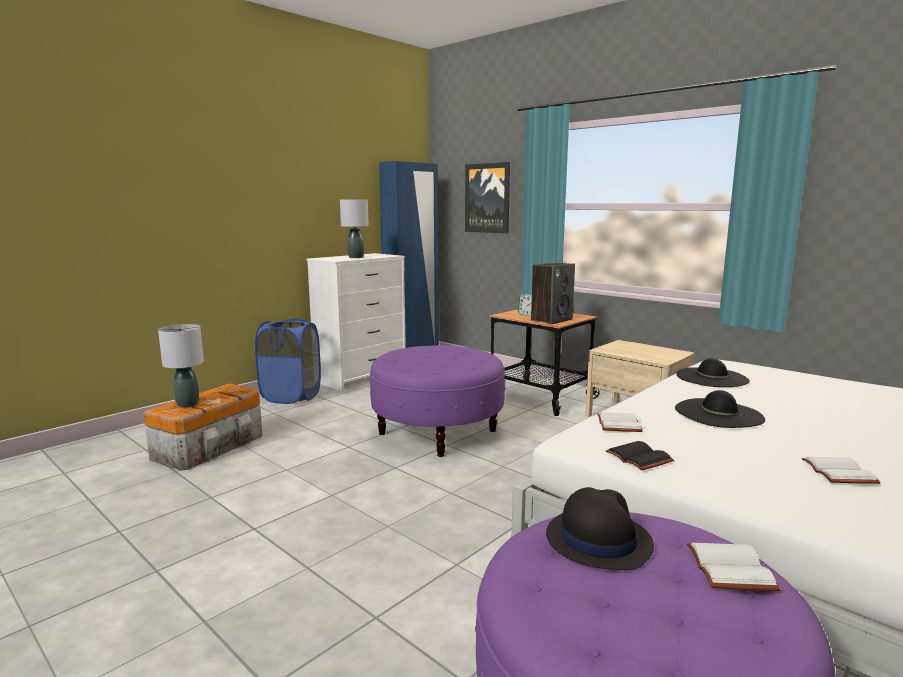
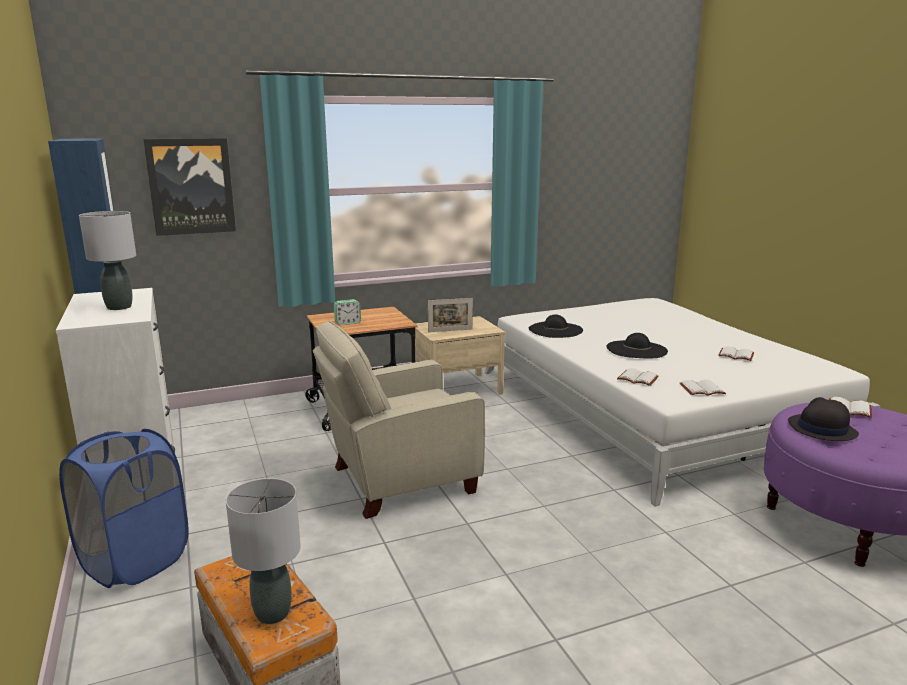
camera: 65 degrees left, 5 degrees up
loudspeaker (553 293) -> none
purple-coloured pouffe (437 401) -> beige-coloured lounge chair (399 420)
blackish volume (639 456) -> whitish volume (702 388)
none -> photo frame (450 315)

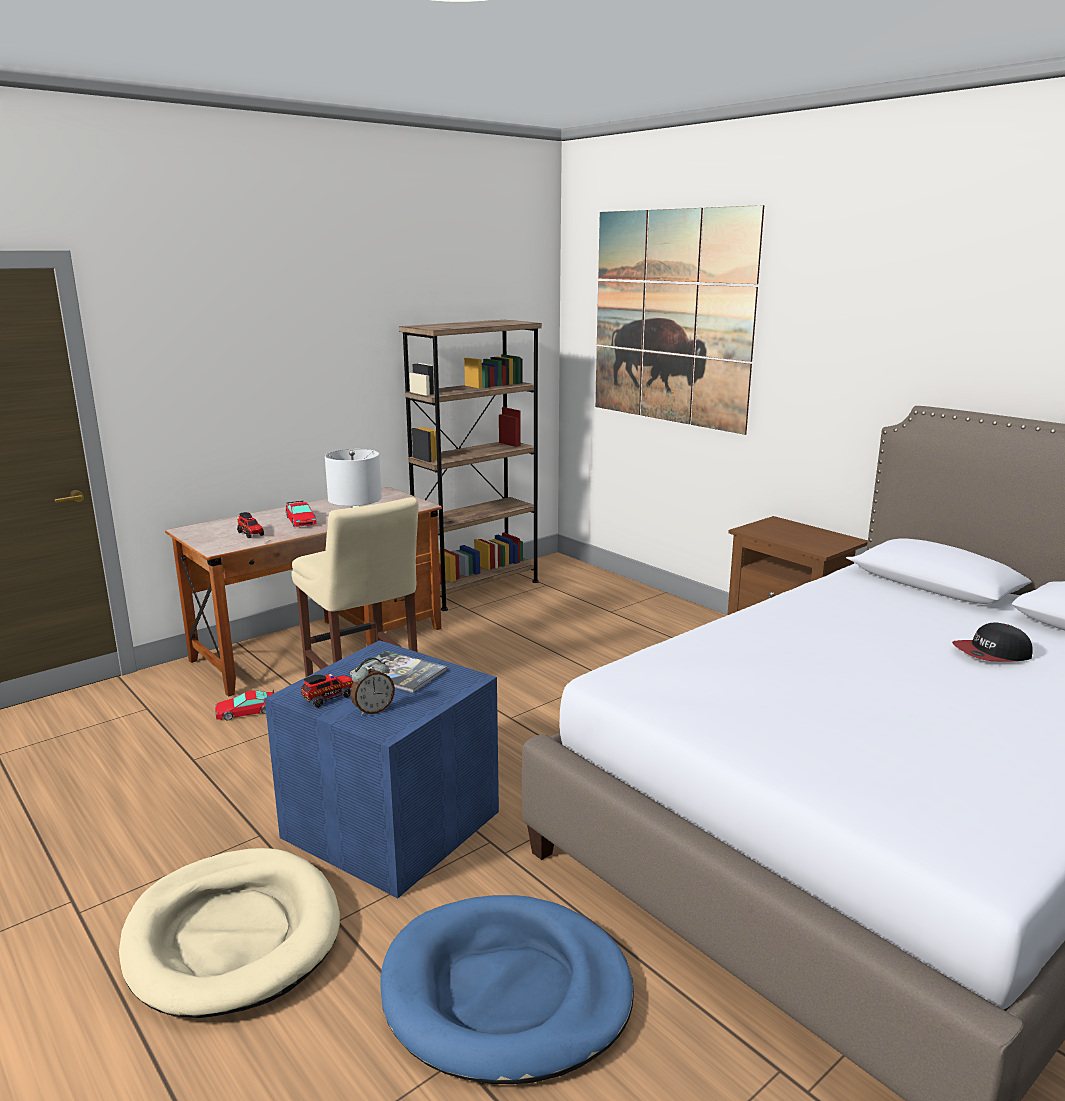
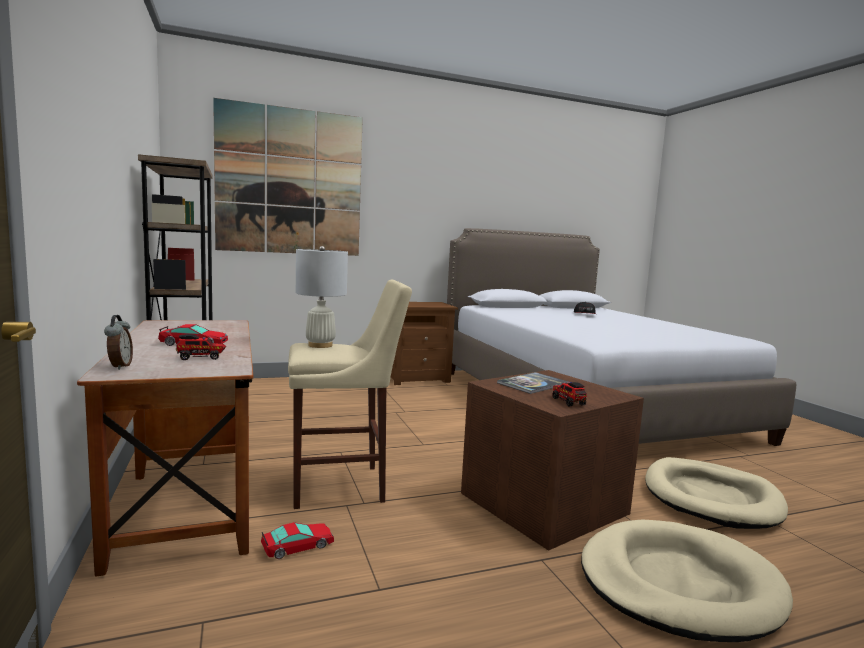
camera: 70 degrees left, 10 degrees down
blue-coloured storage bin (382 769) -> brownish storage bin (552 460)
table clock (372 686) -> table clock (118 342), moved
toy car (244 705) -> toy car (297 540), 120 degrees counterclockwise
blue-coloured dog bed (507 989) -> beige-coloured dog bed (716 493)

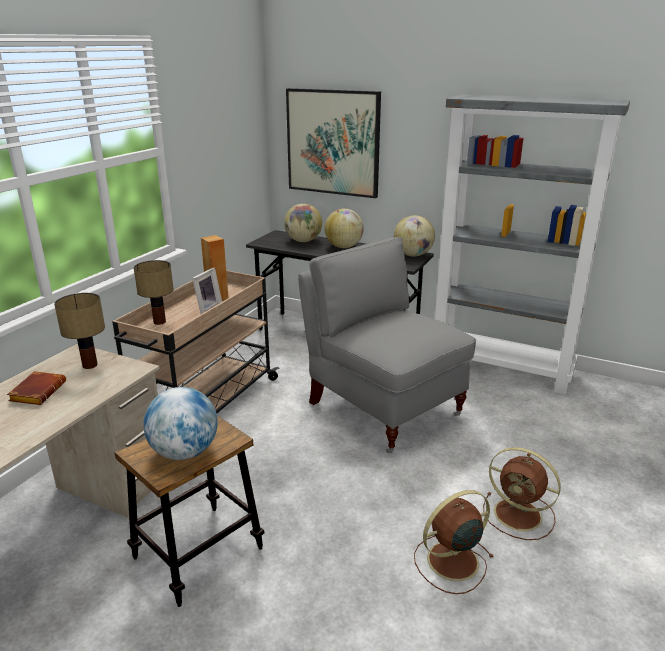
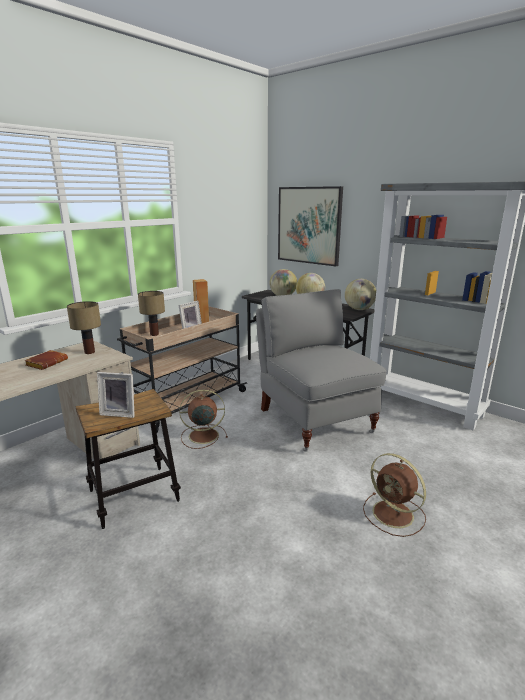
camera: 15 degrees right, 5 degrees down
desk globe (180 423) -> photo frame (116 395)
brownish cooling fan (454 542) -> brownish cooling fan (203 419), moved

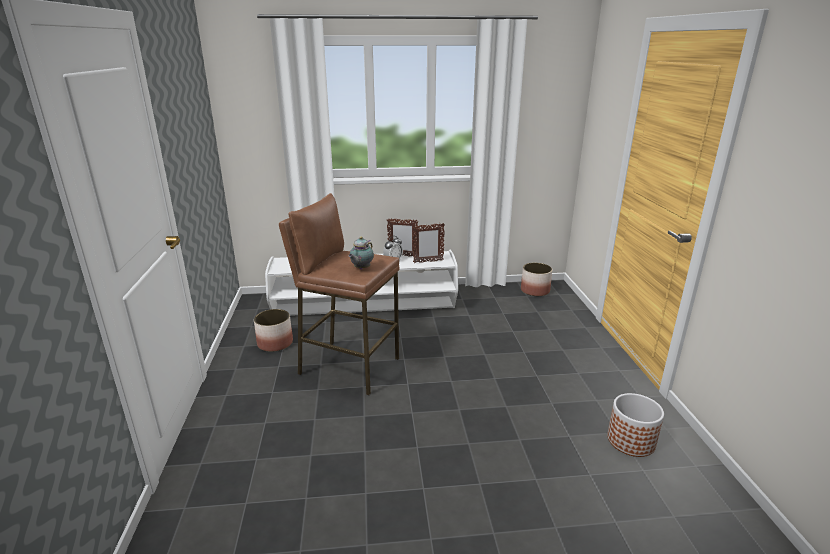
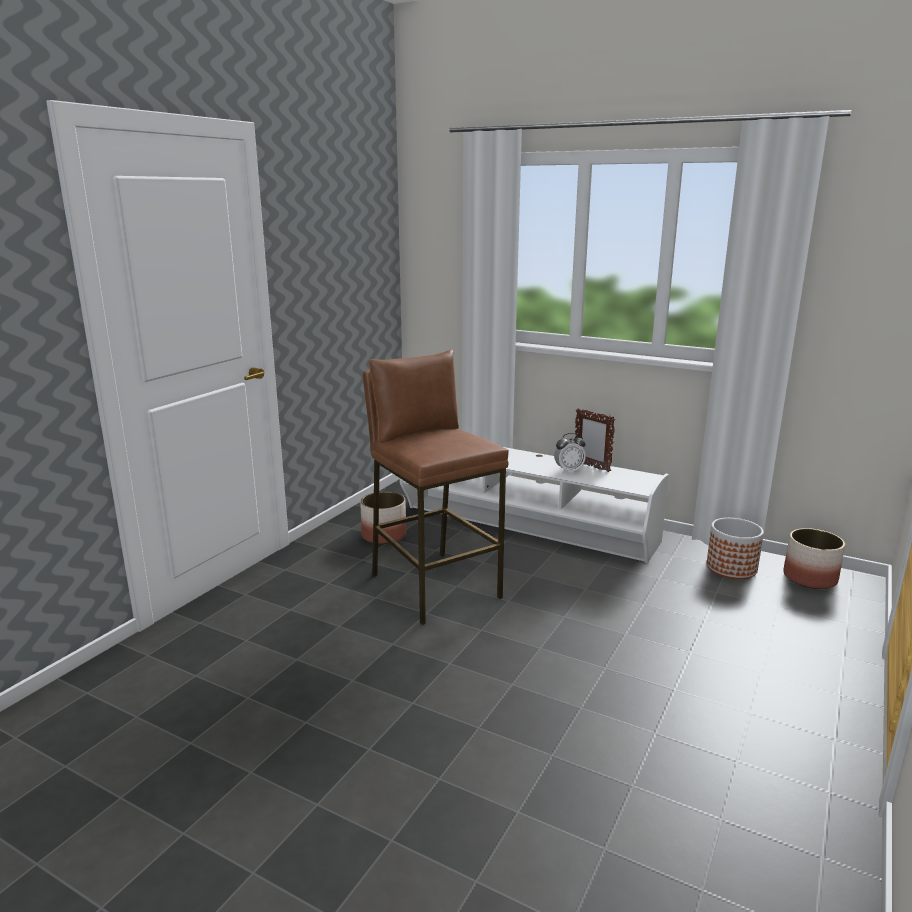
camera: 35 degrees right, 5 degrees down
photo frame (428 243) -> none
teapot (361 253) -> none
plant pot (635 425) -> plant pot (735 548), moved

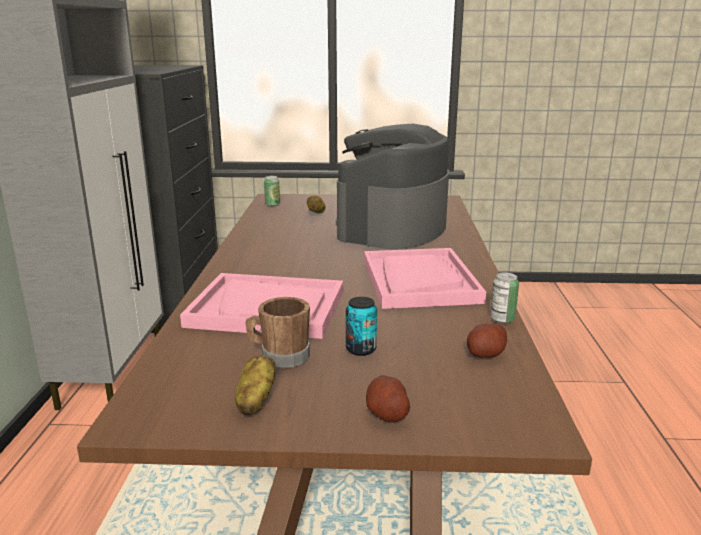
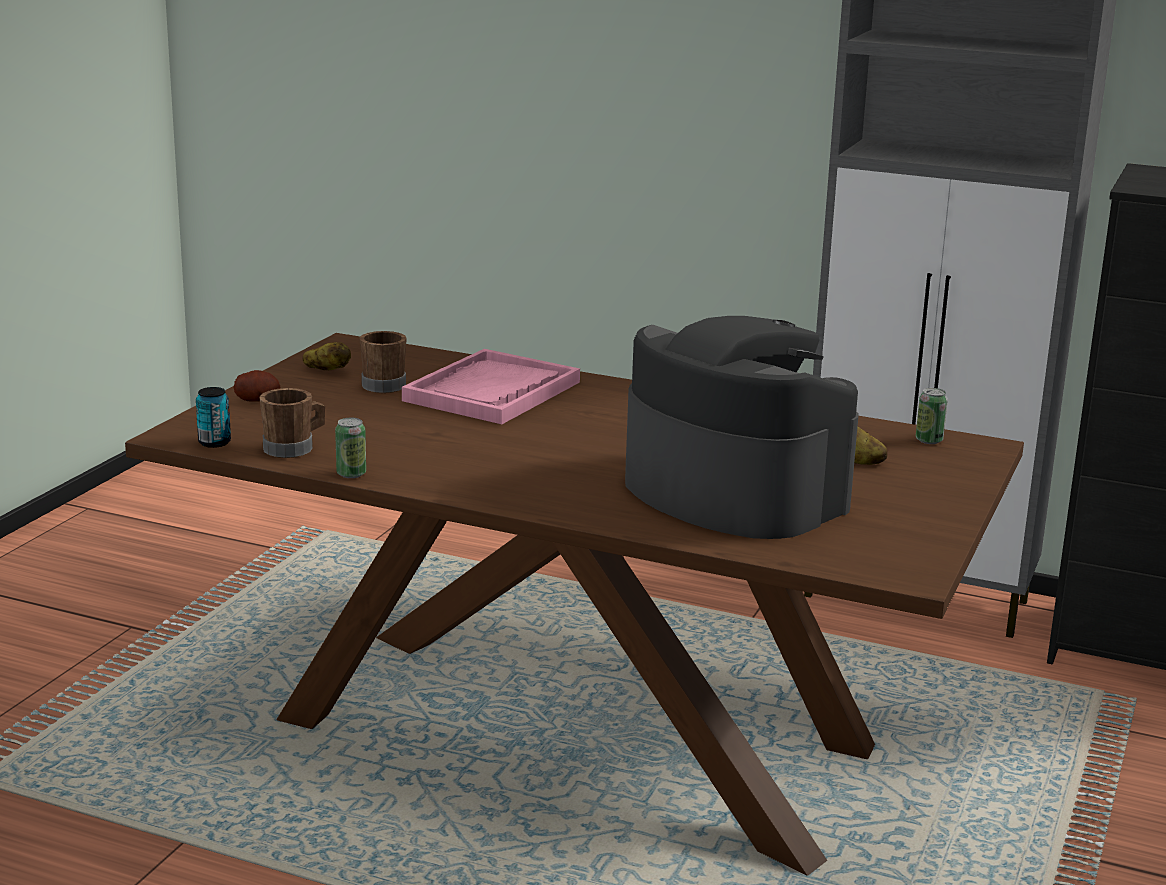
camera: 110 degrees right, 0 degrees up
pinkish serving tray (425 278) -> none
can (361 326) -> can (213 417), moved
potato (487 340) -> brownish tea mug (292 423)

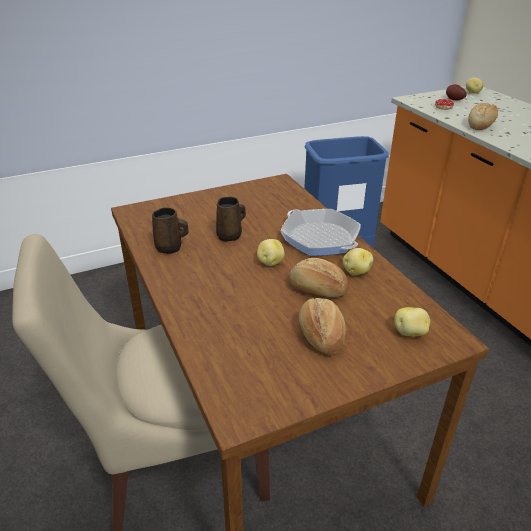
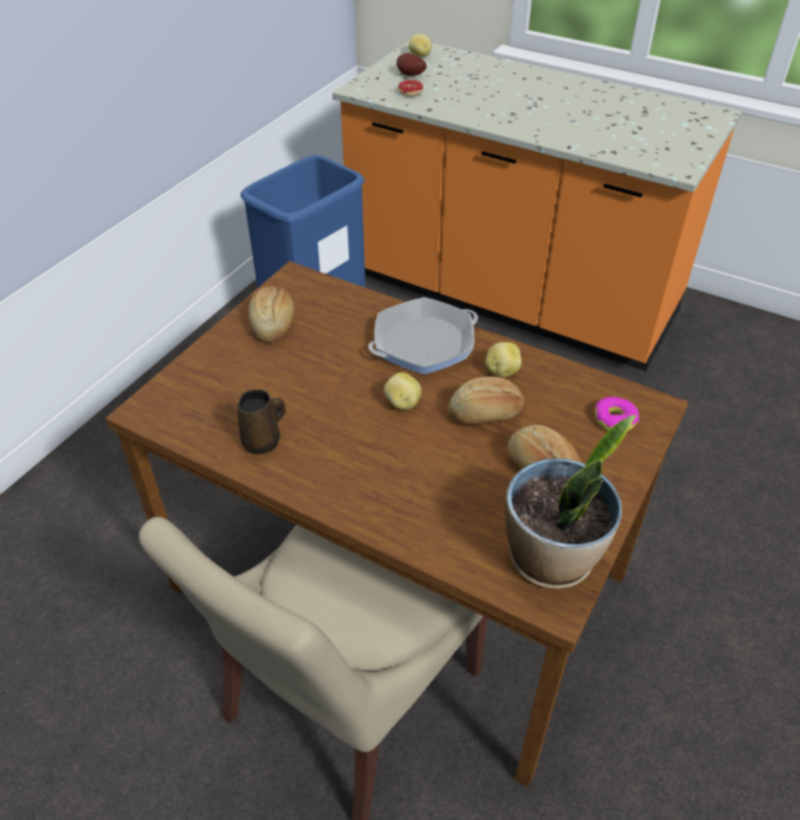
camera: 35 degrees left, 10 degrees up
bread (483 116) -> bread (271 314), moved
brownish tea mug (231 219) -> none
frying pan (321 232) -> frying pan (423 335), 45 degrees counterclockwise
potato (412 321) -> doughnut (617 414)
none -> houseplant (571 502)

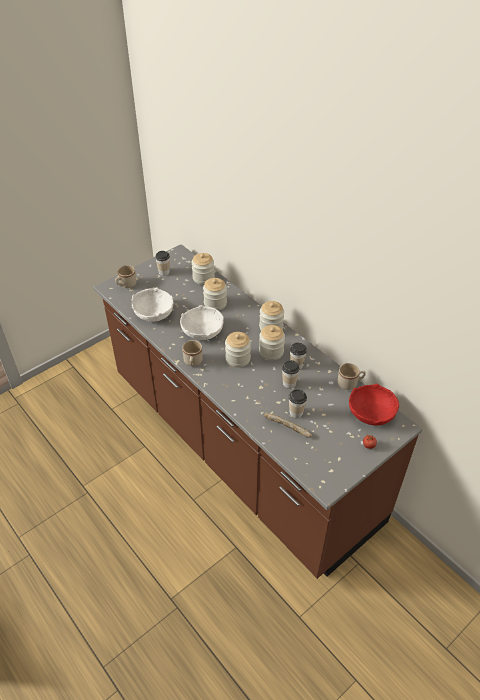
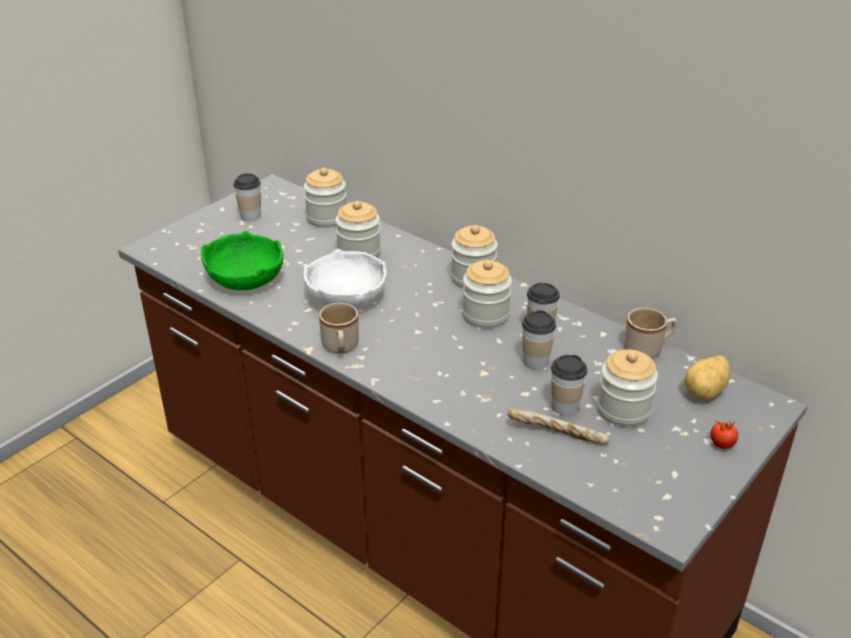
camera: 10 degrees left, 10 degrees down
beige-coloured tea mug (126 276) -> none
whitish deep dish (152 304) -> greenish deep dish (242 260)
preserve jar (238 350) -> preserve jar (627 388), moved
red deep dish (374 405) -> potato (707 378)

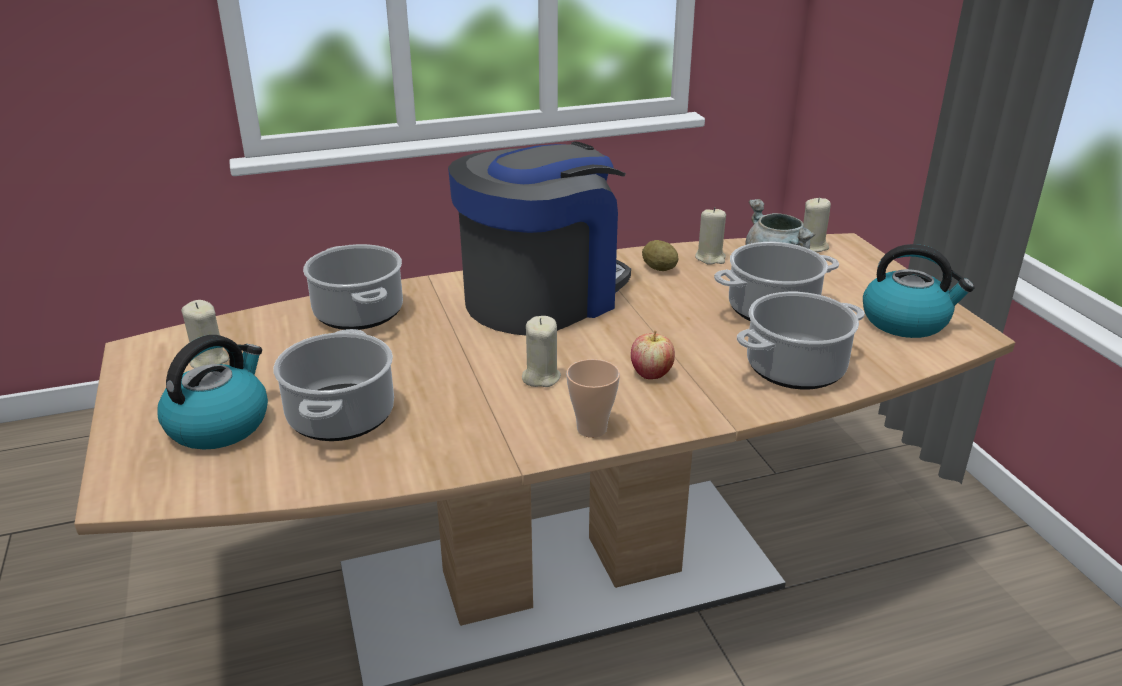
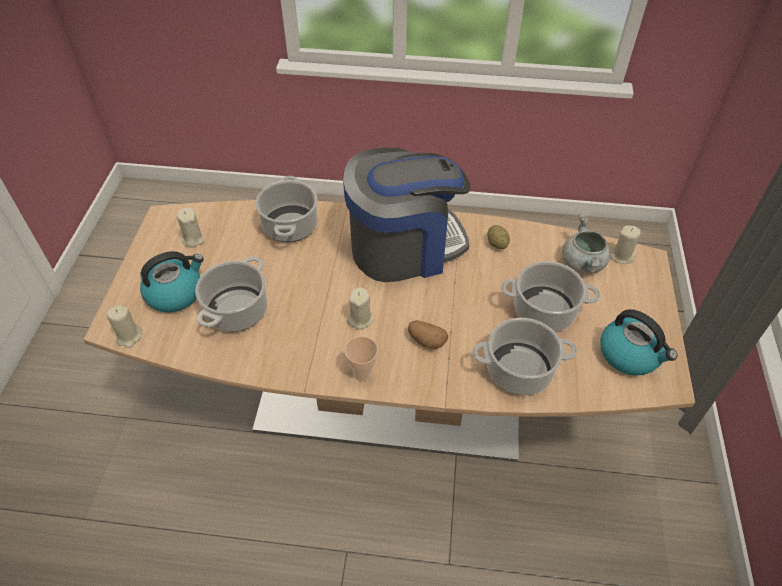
camera: 25 degrees right, 20 degrees up
beige-coloured wax light (710 236) -> beige-coloured wax light (124 326), moved
apple fruit (653 355) -> potato (428 334)

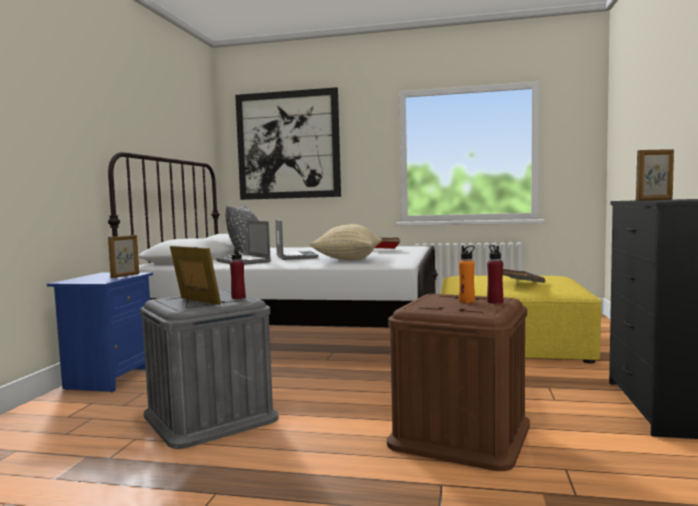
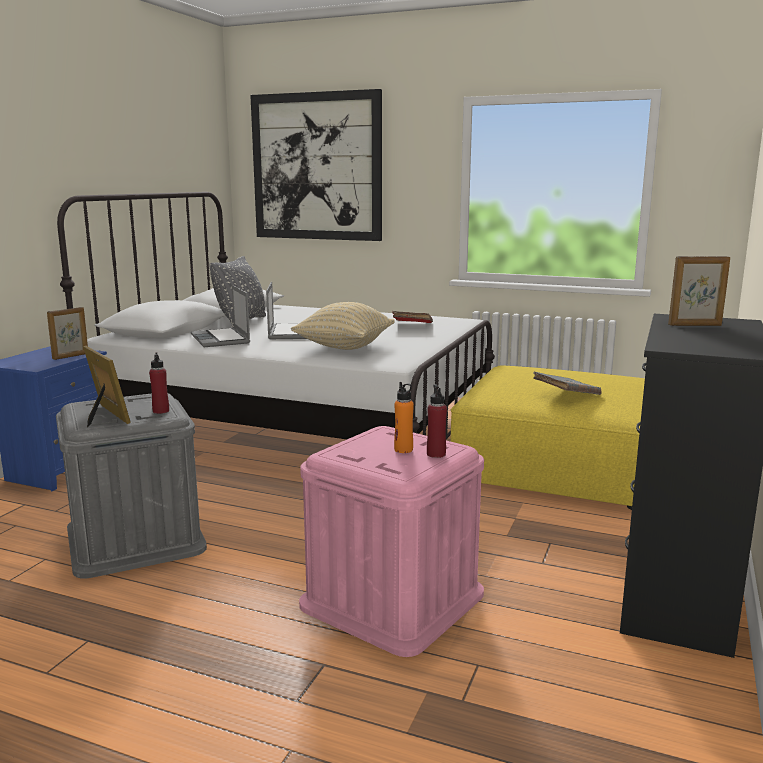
camera: 10 degrees right, 10 degrees up
brownish storage bin (458 382) -> pinkish storage bin (391 541)

